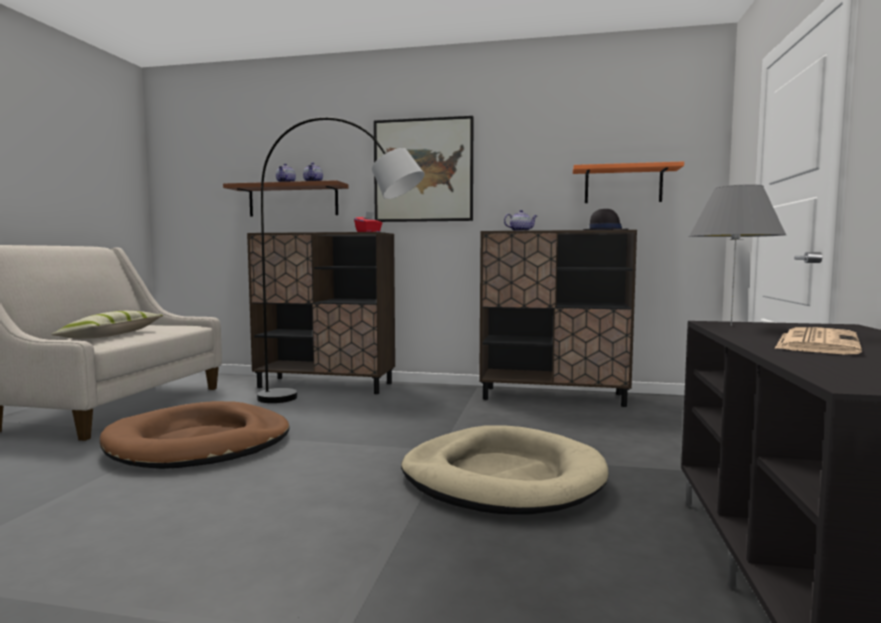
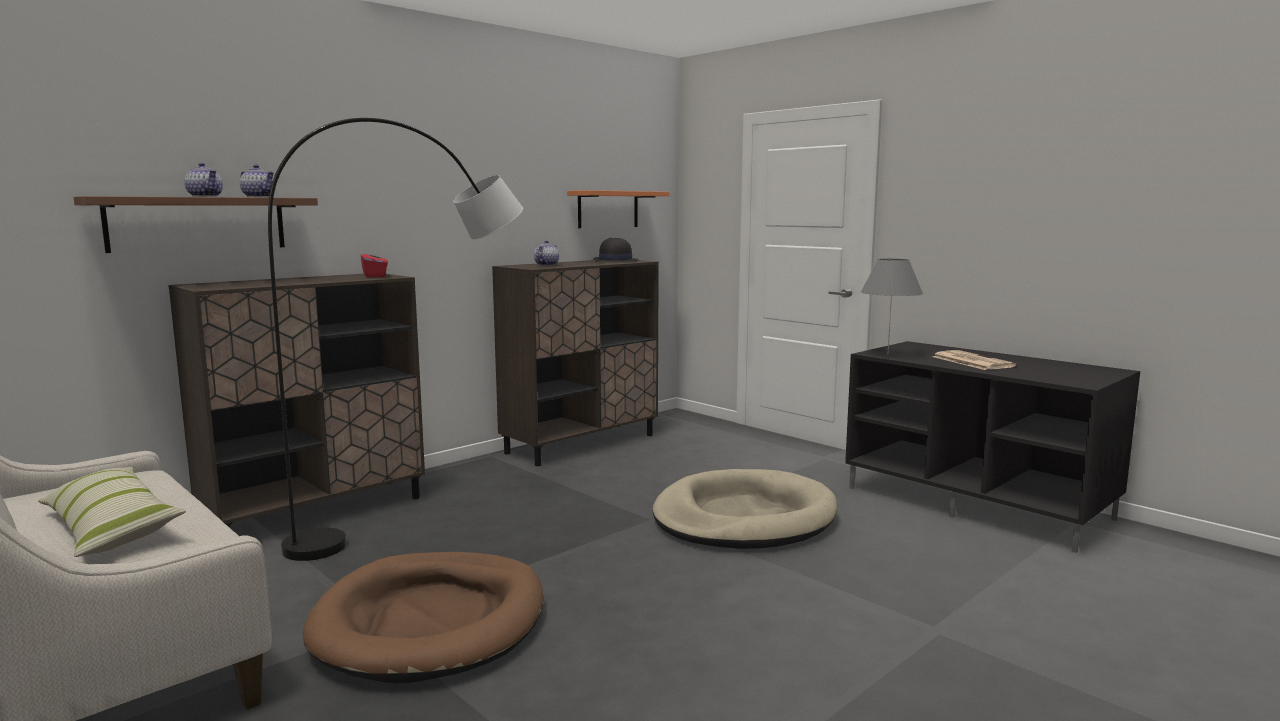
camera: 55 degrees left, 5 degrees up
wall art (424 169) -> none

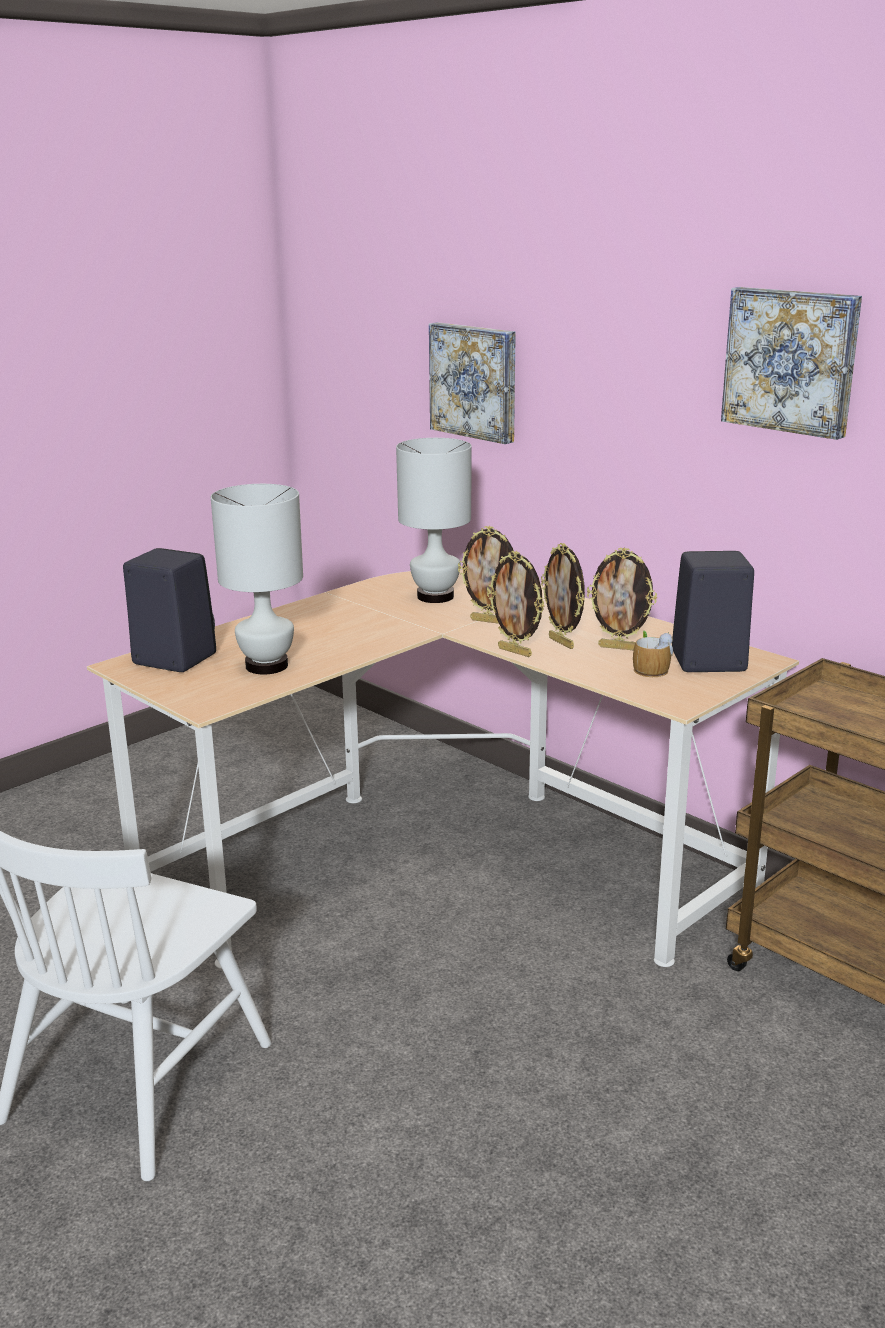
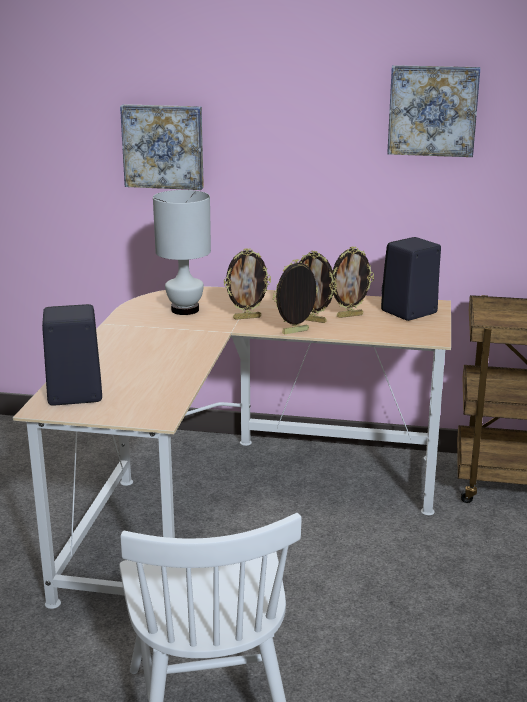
camera: 35 degrees left, 0 degrees up
whitish table lamp (257 579) -> none
photo frame (516 604) -> photo frame (295 296), 150 degrees clockwise
tea mug (653 654) -> none

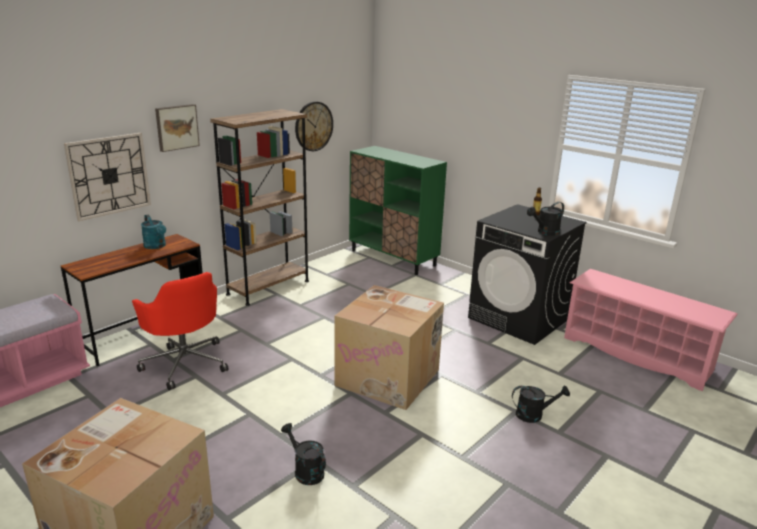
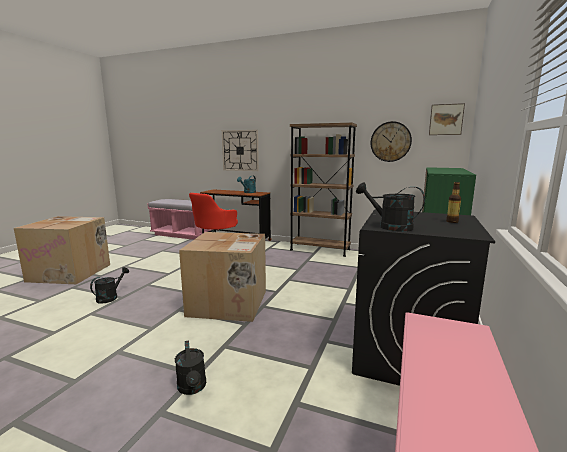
camera: 70 degrees right, 10 degrees down
wall art (177 128) -> wall art (447 119), moved

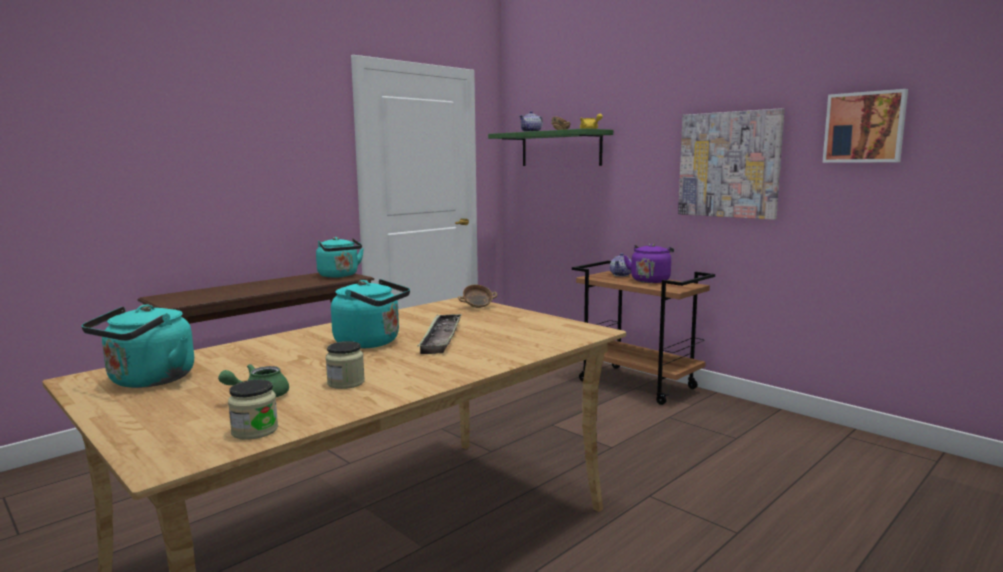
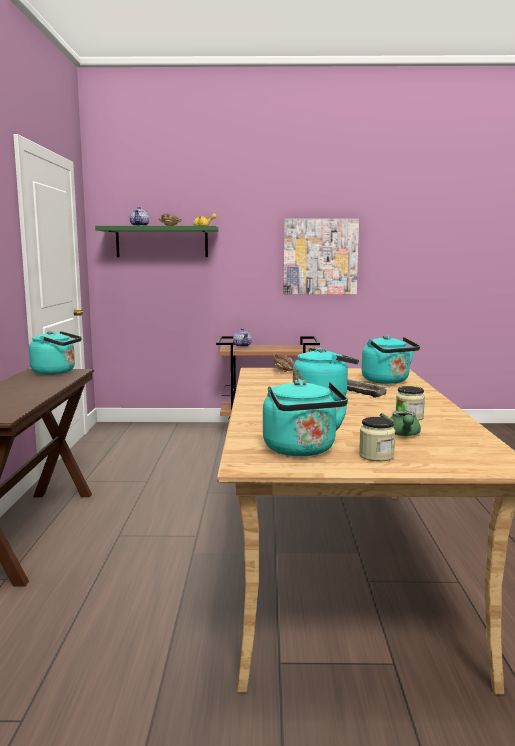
camera: 45 degrees left, 0 degrees up
wall art (865 126) -> none
purple-coloured tea kettle (649 263) -> none
preserve jar (253 410) -> preserve jar (377 439), moved
none -> blue-green tea kettle (391 359)

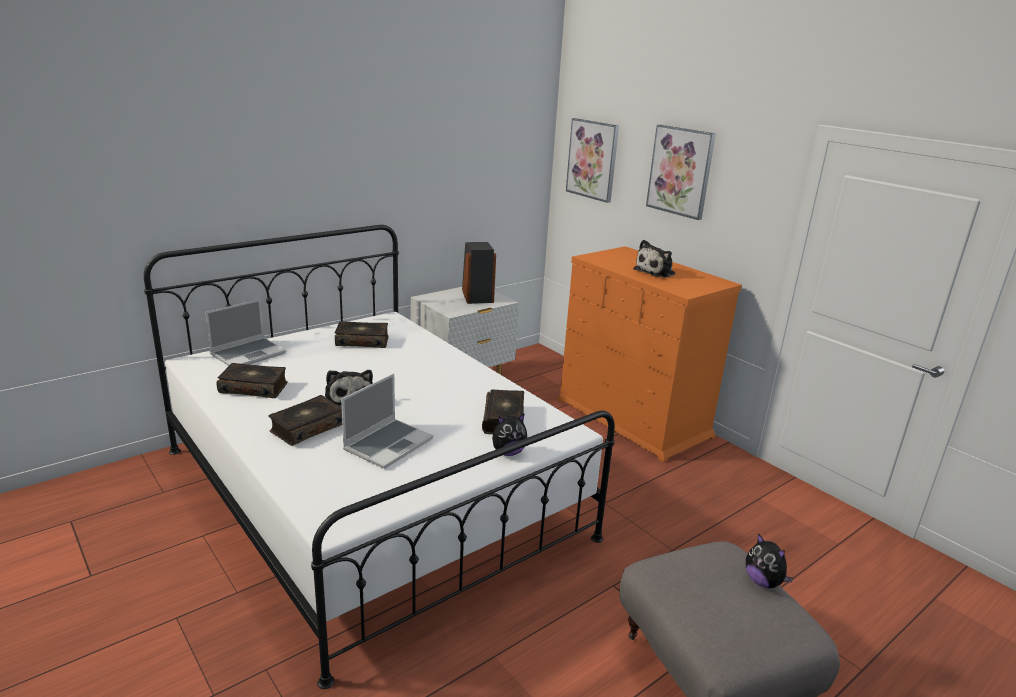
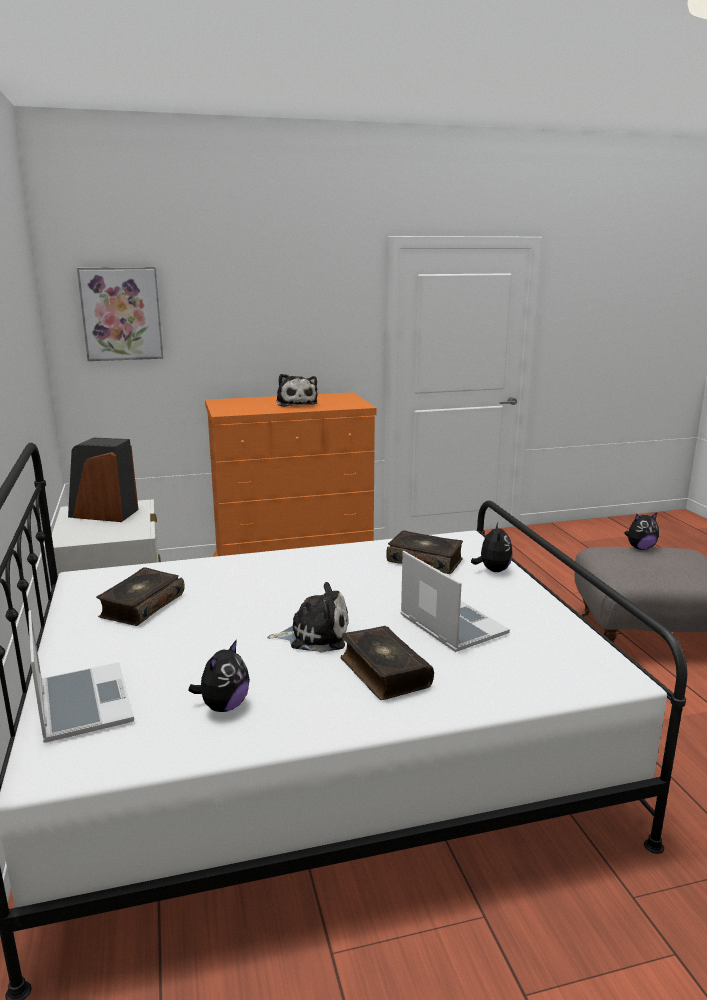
camera: 65 degrees left, 5 degrees down
wall art (681 172) -> none
volume (252 380) -> plush toy (219 675)

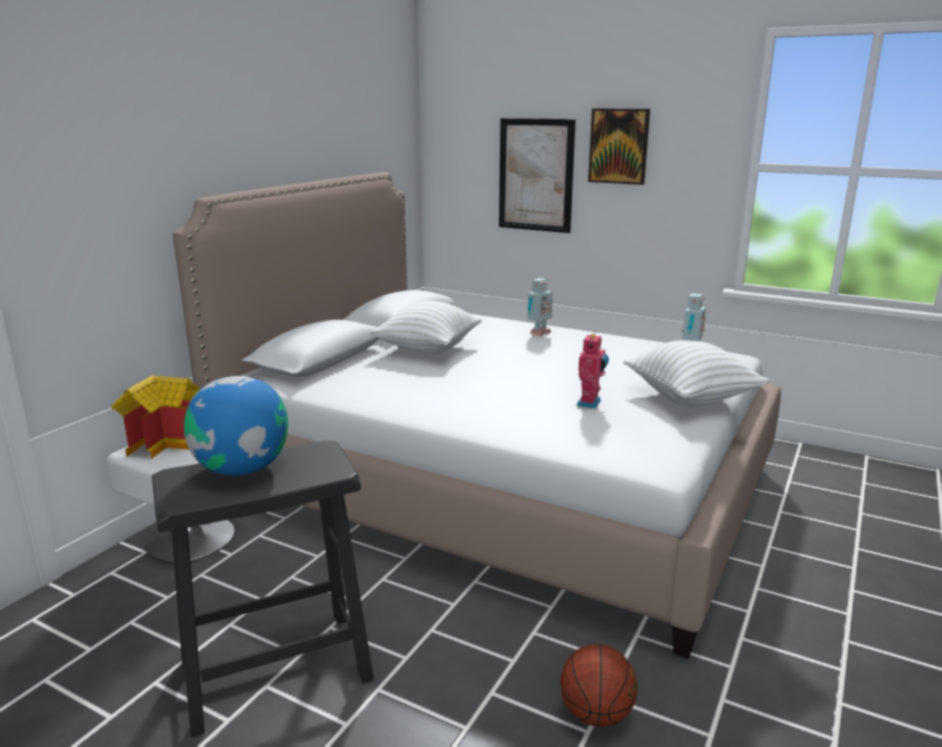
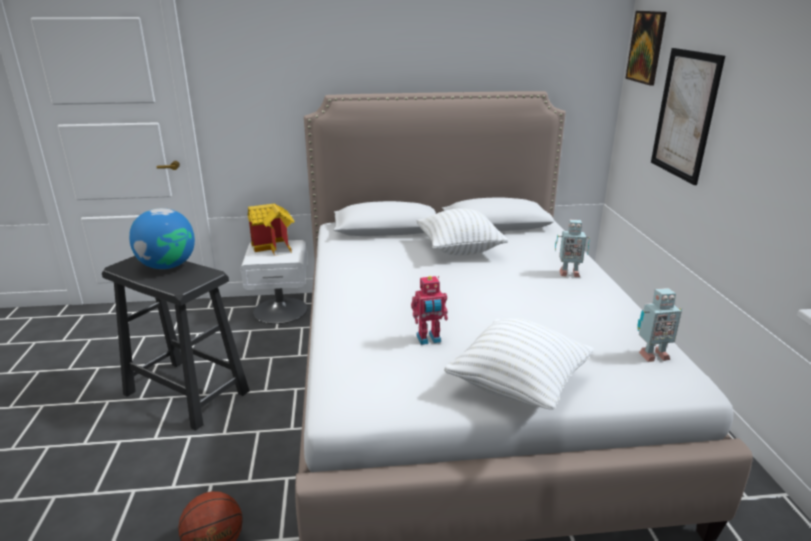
camera: 55 degrees right, 5 degrees up
wall art (619 146) -> wall art (646 48), moved

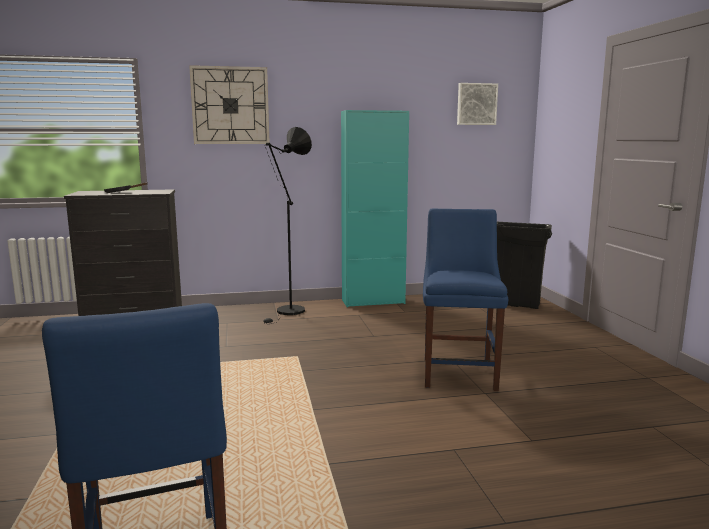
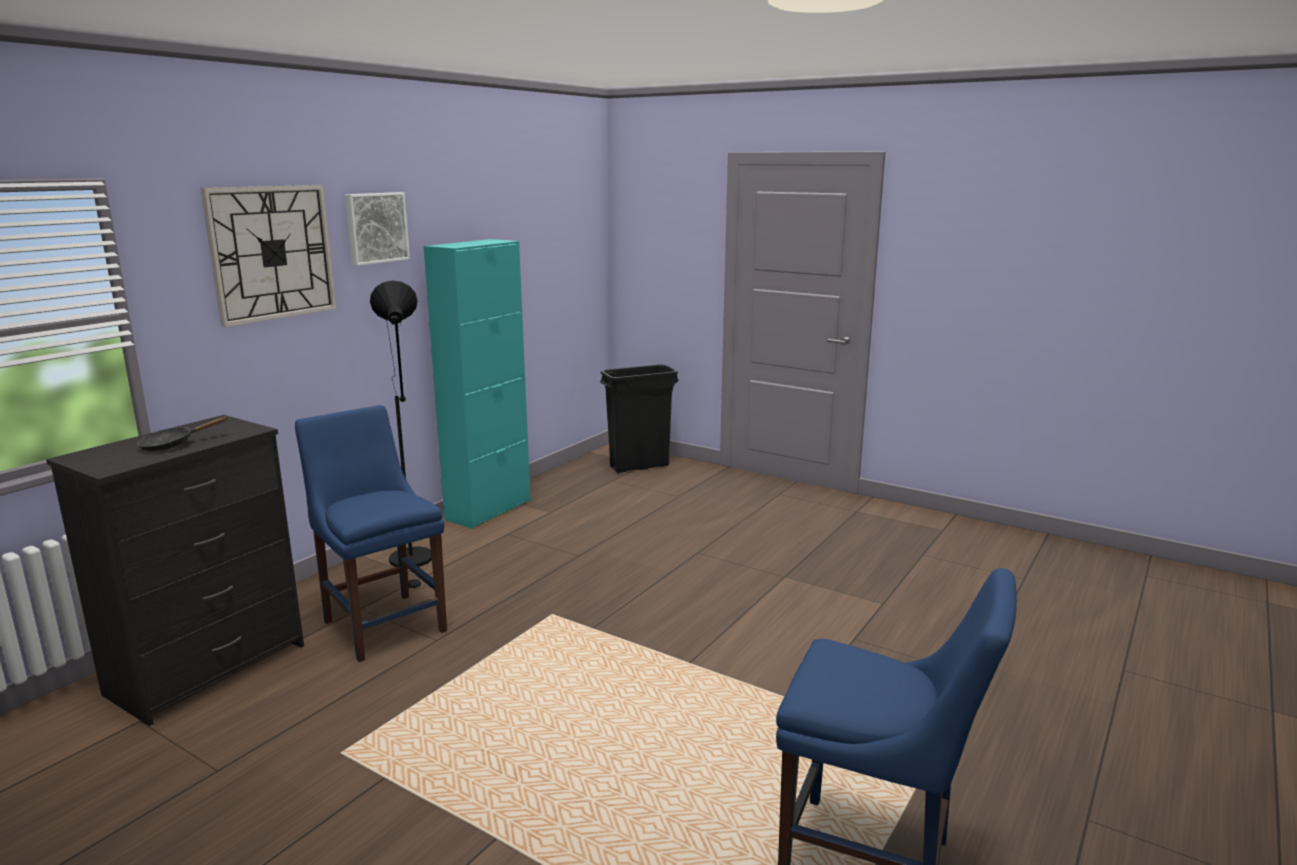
camera: 45 degrees left, 5 degrees up
wall art (477 104) -> wall art (377 229), moved
blue-coloured plain chair (465 300) -> blue-coloured plain chair (371 533), moved

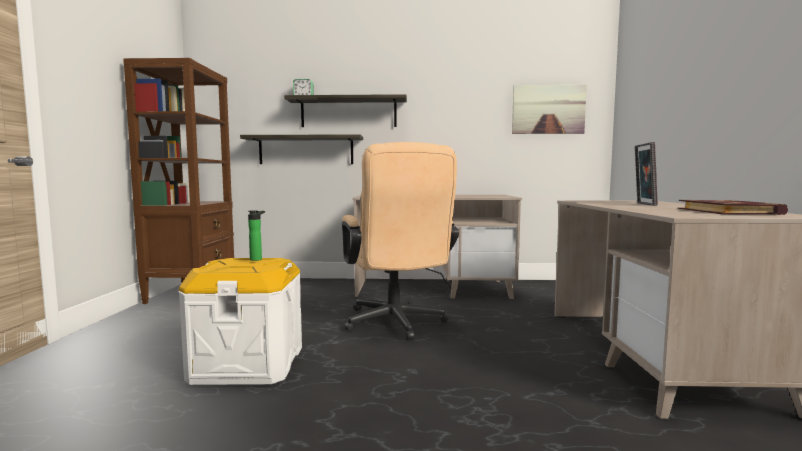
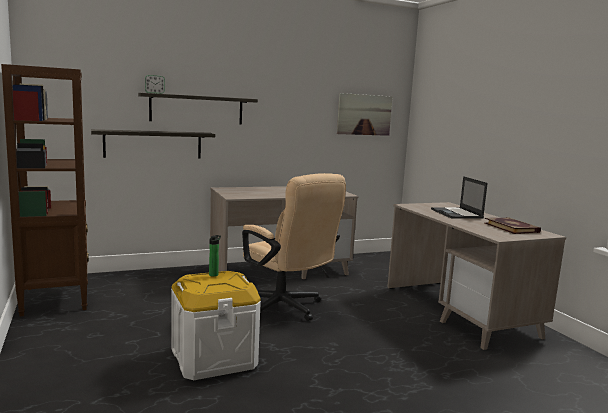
camera: 25 degrees left, 5 degrees up
photo frame (646 174) -> laptop (459 197)

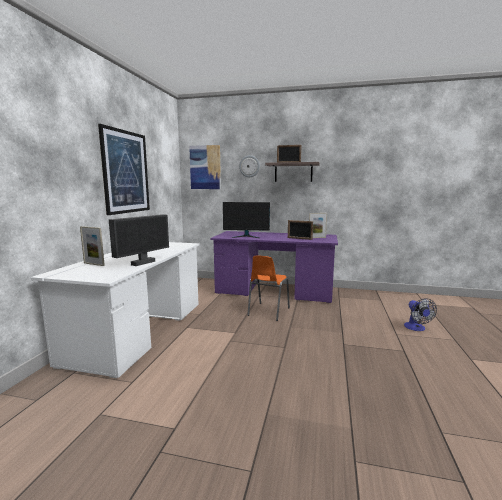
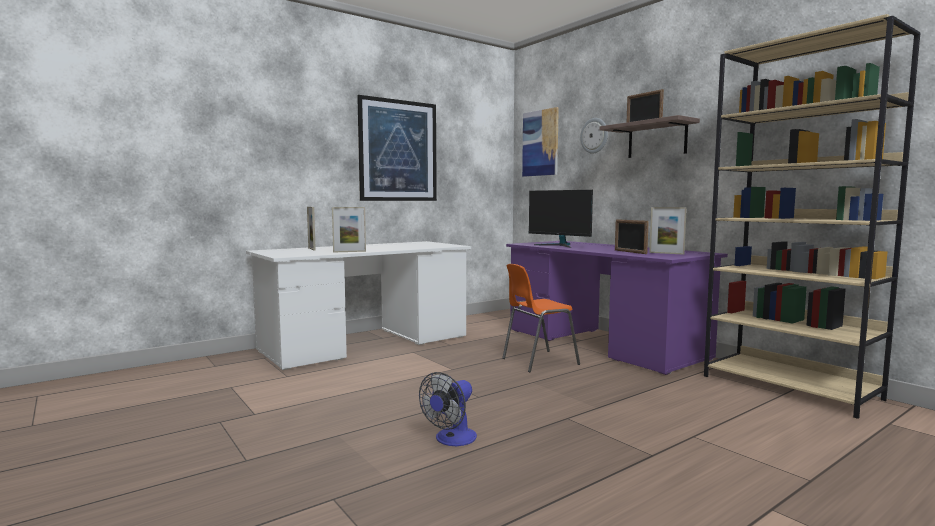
camera: 40 degrees right, 5 degrees down
computer screen (139 240) -> photo frame (349 229)
cooling fan (420 315) -> cooling fan (448 409), moved
none -> beige-coloured shelving unit (812 216)

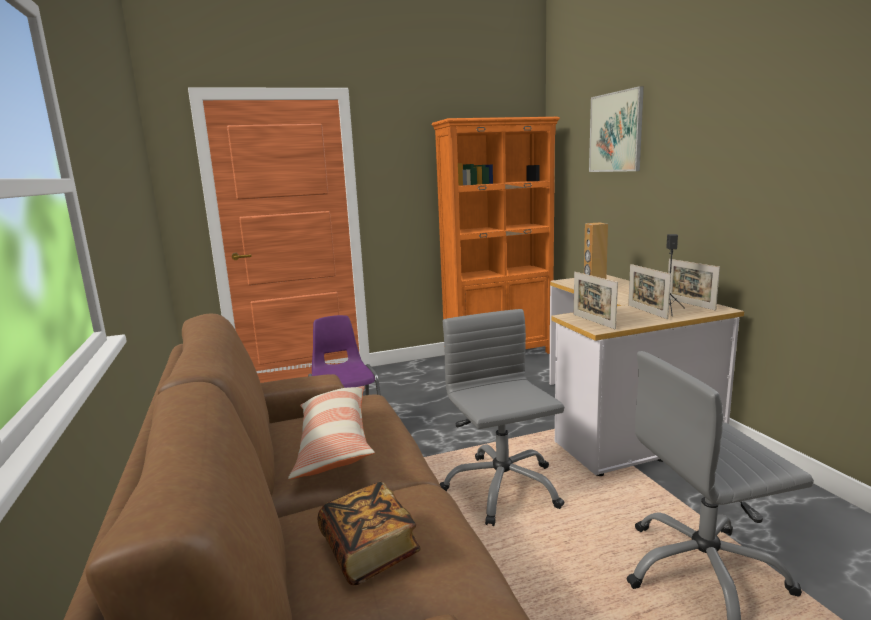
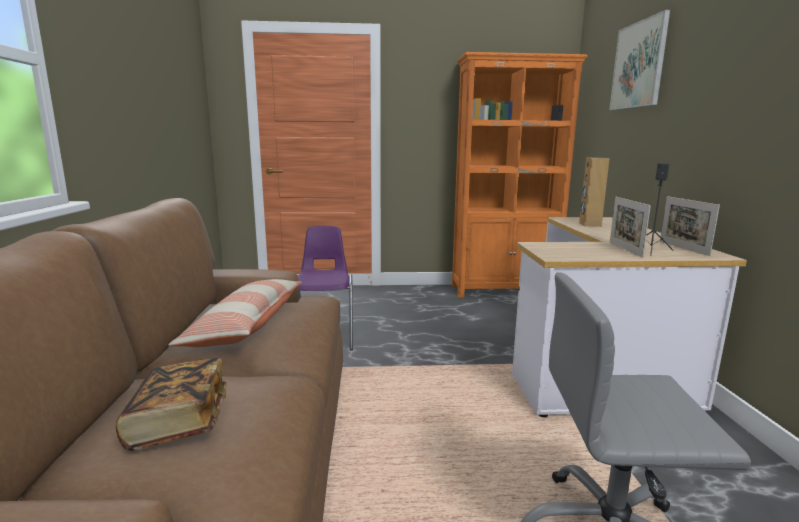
camera: 15 degrees right, 0 degrees up
photo frame (596 300) -> none
gray desk chair (502 417) -> none

